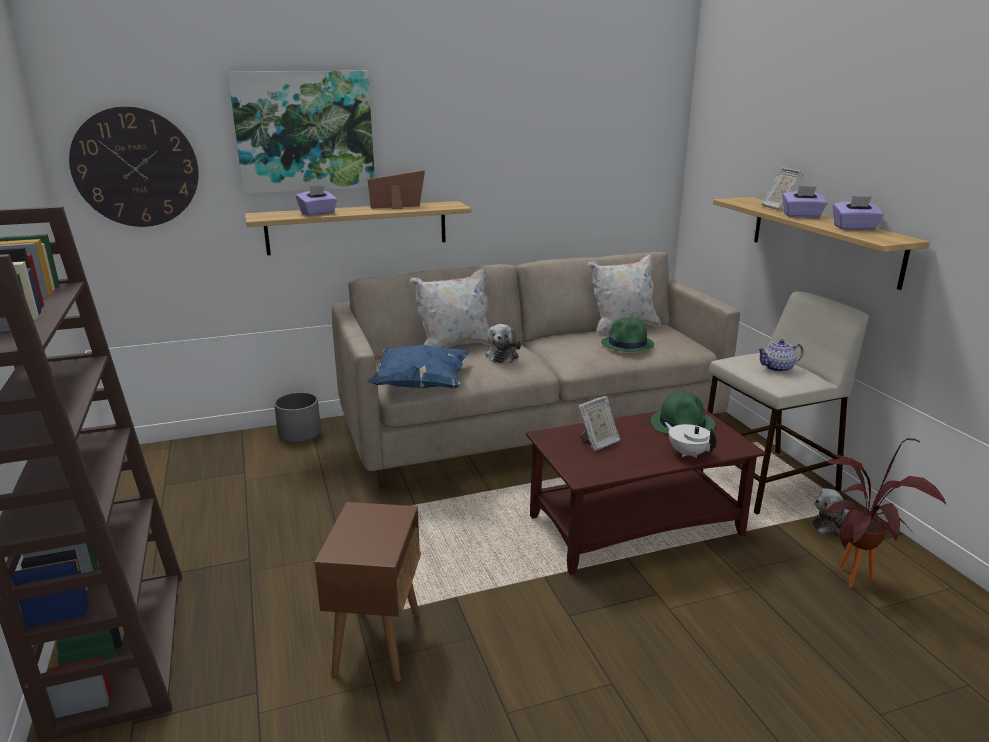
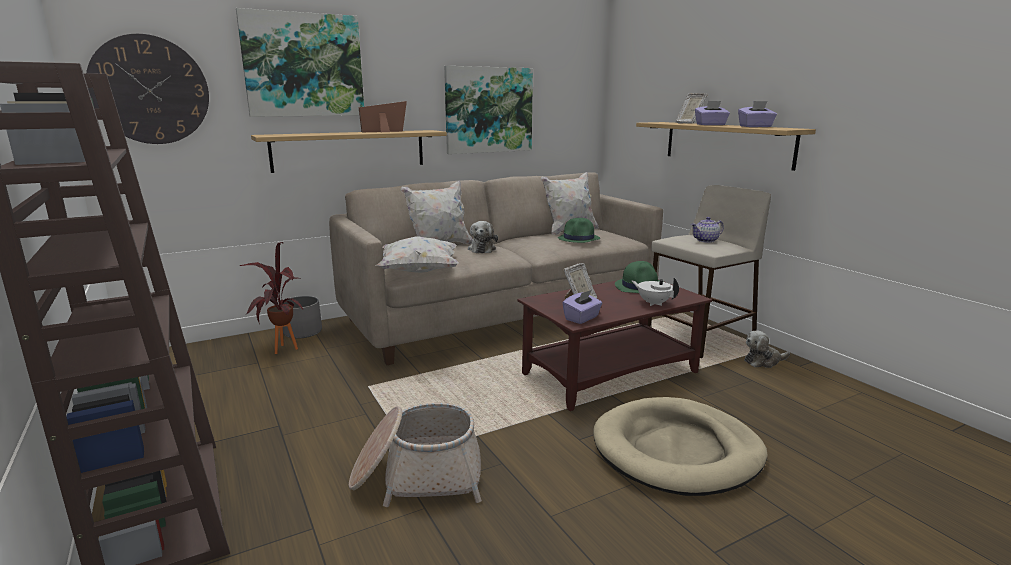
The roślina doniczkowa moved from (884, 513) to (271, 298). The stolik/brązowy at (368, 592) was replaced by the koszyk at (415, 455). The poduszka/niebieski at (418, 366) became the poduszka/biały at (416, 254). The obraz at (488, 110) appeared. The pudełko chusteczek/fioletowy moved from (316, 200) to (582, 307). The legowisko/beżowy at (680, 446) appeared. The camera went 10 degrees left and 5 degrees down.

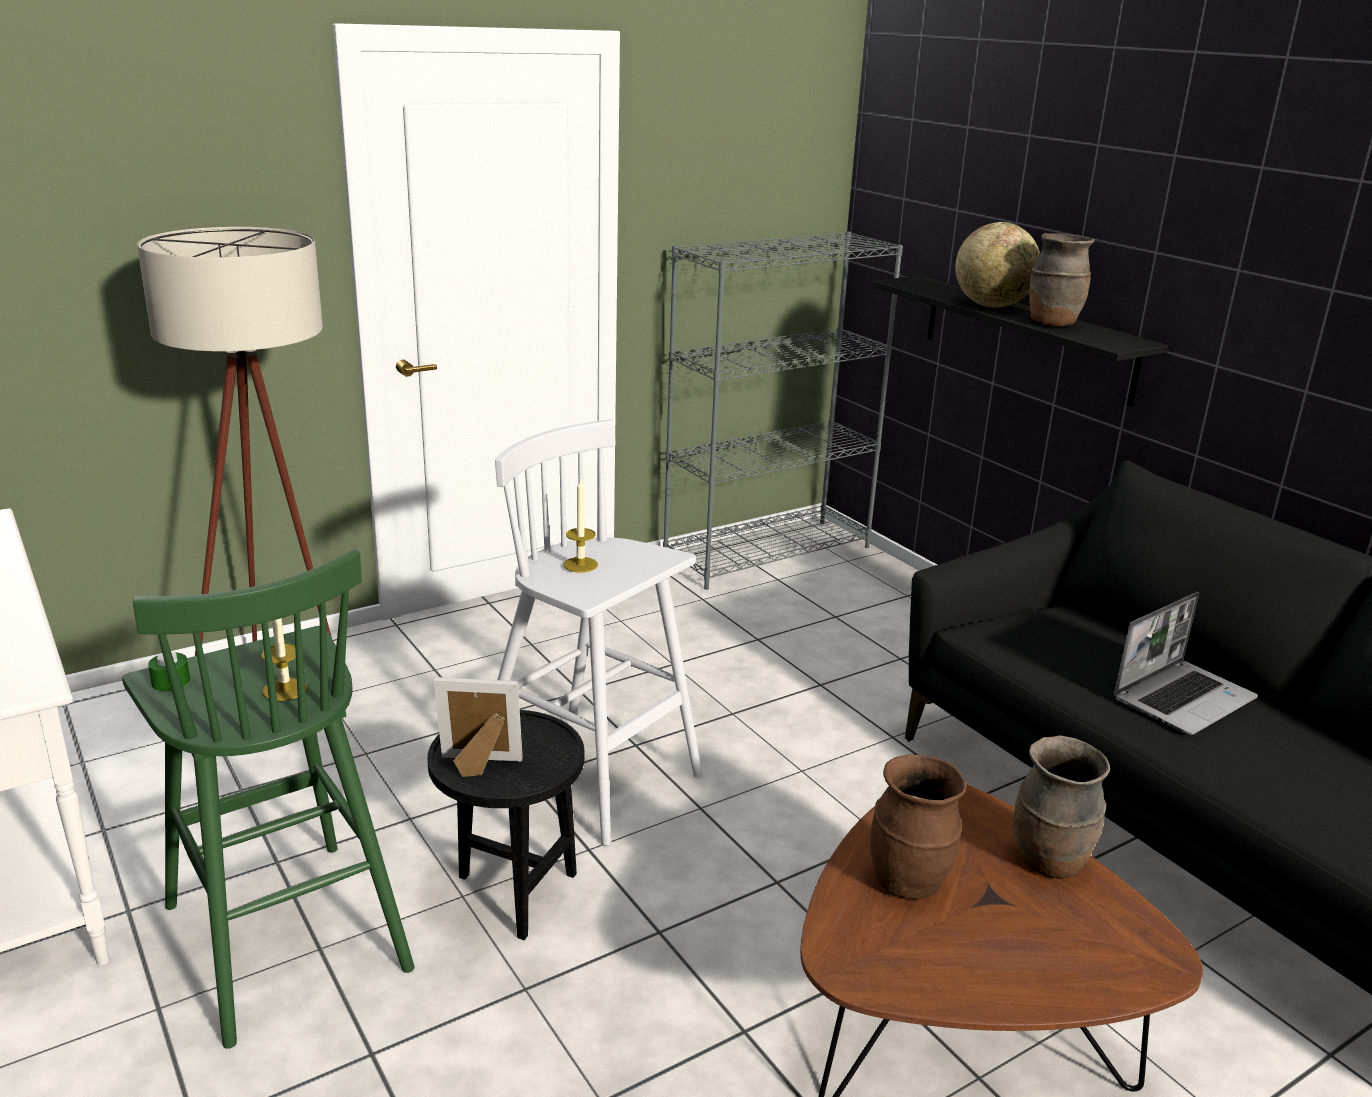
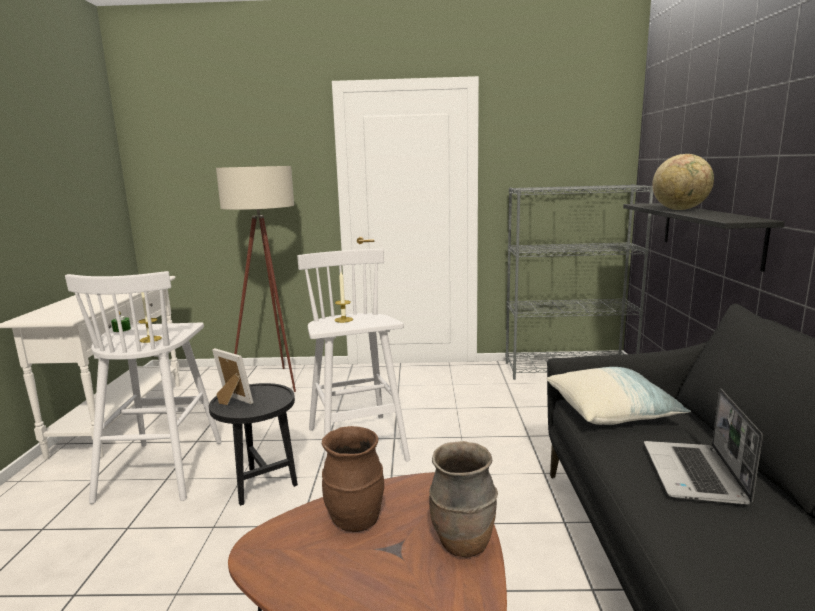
The stołek/zielony at (268, 799) became the stołek/biały at (143, 387). The poduszka at (619, 396) appeared. The laptop at (1186, 663) turned 105 degrees clockwise. The wazon/brązowy at (1061, 280) disappeared. The camera went 35 degrees right and 10 degrees down.

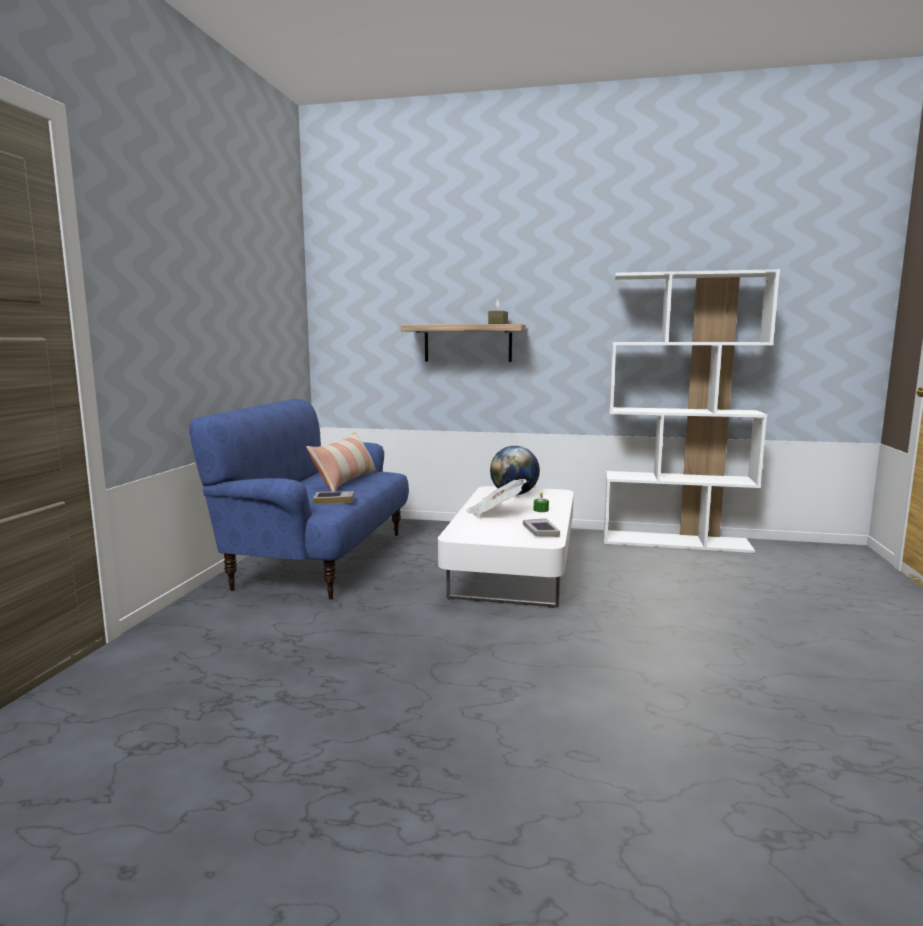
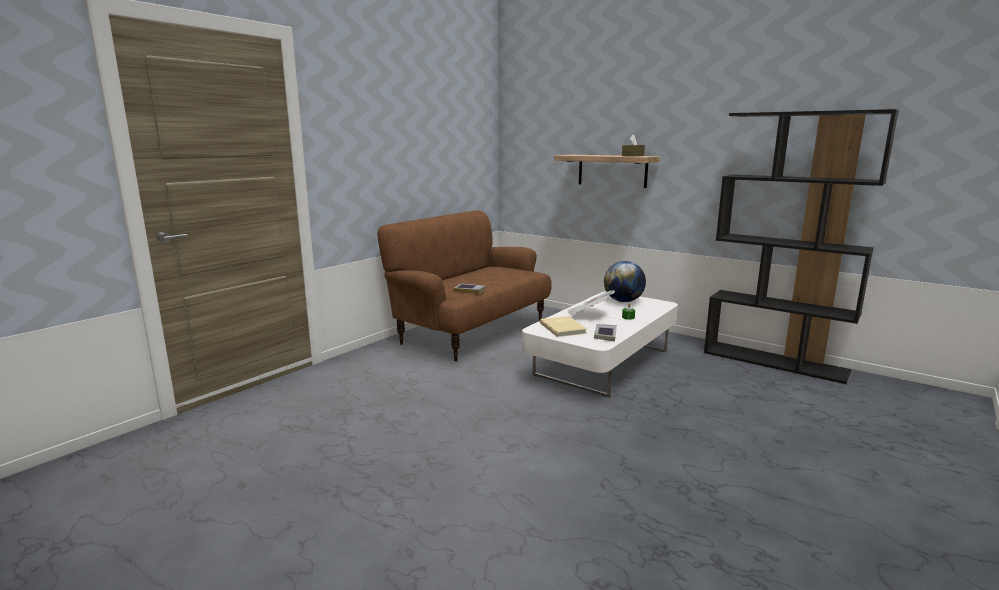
The kanapa/niebieski at (299, 499) became the kanapa/brązowy at (464, 285). The książka/beżowy at (563, 326) appeared. The regał/biały at (692, 411) became the regał/czarny at (801, 246). The poduszka at (341, 462) disappeared. The camera went 25 degrees right and 5 degrees up.

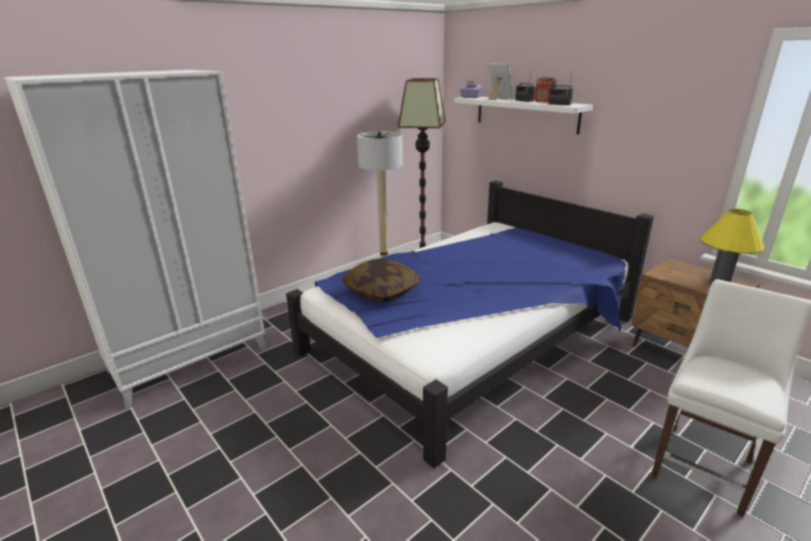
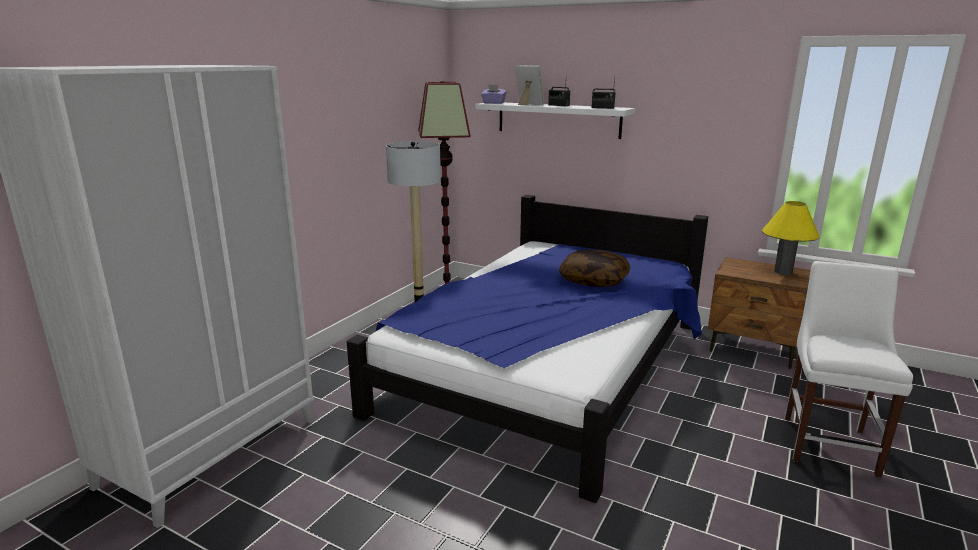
The poduszka moved from (381, 280) to (594, 268). The radio at (545, 89) disappeared. The camera went 20 degrees left and 5 degrees down.

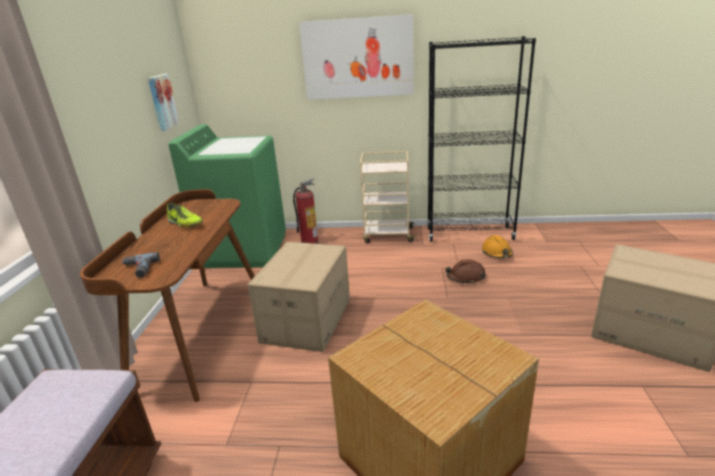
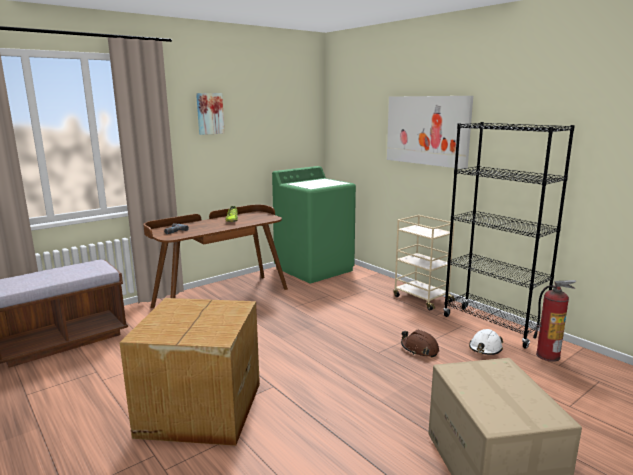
The obraz moved from (164, 102) to (210, 114). The kask/pomarańczowy at (497, 246) became the kask/biały at (486, 342). The gaśnica moved from (306, 211) to (554, 321). The karton at (299, 297) disappeared. The camera went 45 degrees right and 10 degrees down.

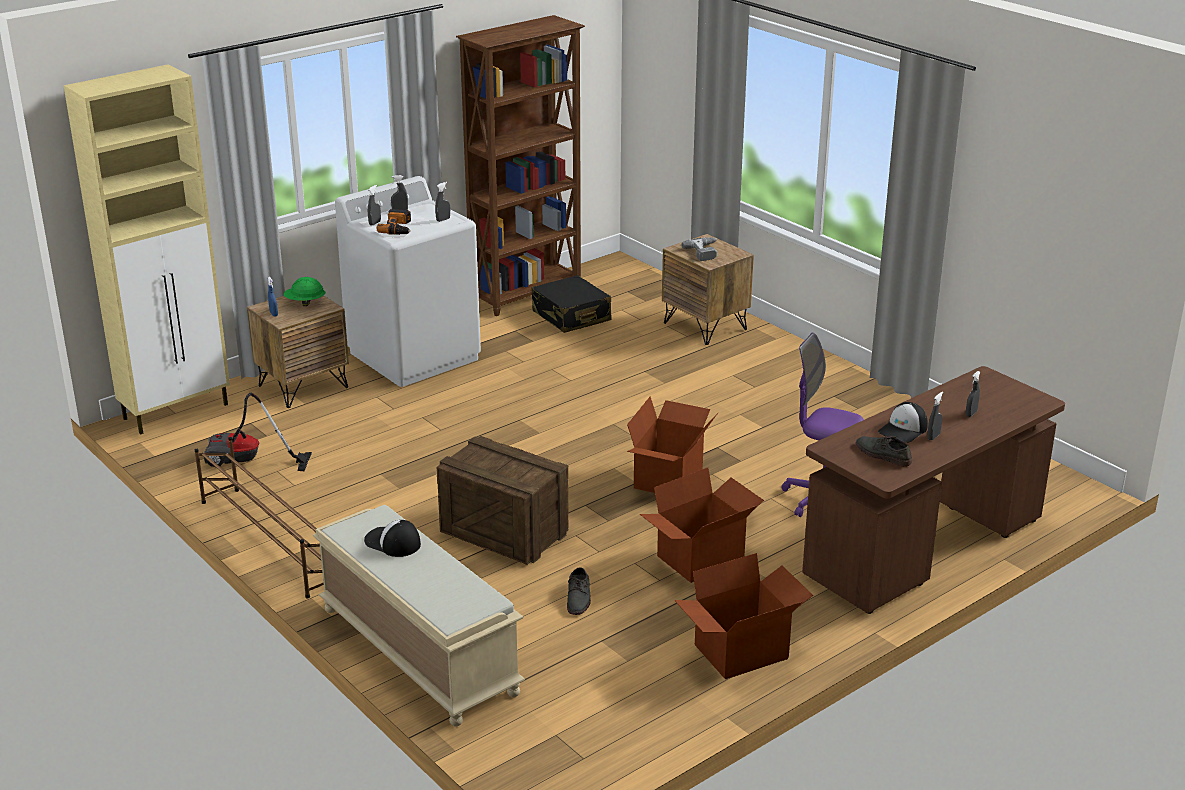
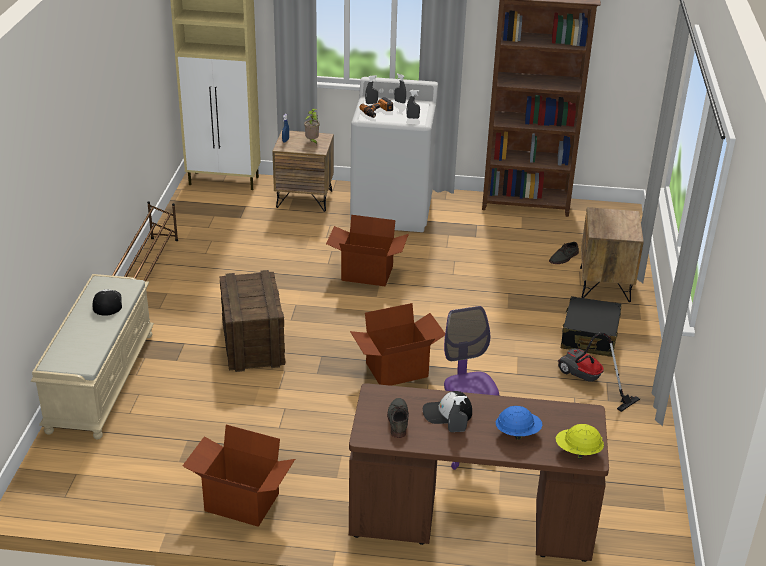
The kask/zielony at (304, 291) was replaced by the roślina doniczkowa at (311, 126). The karton moved from (702, 525) to (367, 250). The spryskiwacz/szary at (973, 394) was replaced by the kask/niebieski at (519, 423). The but/szary moved from (579, 591) to (564, 253). The kask/żółty at (580, 441) appeared. The odkurzacz moved from (258, 431) to (599, 372). The walizka/czarny moved from (571, 304) to (591, 326). The wiertarka at (699, 249) disappeared. The camera went 45 degrees right and 5 degrees up.

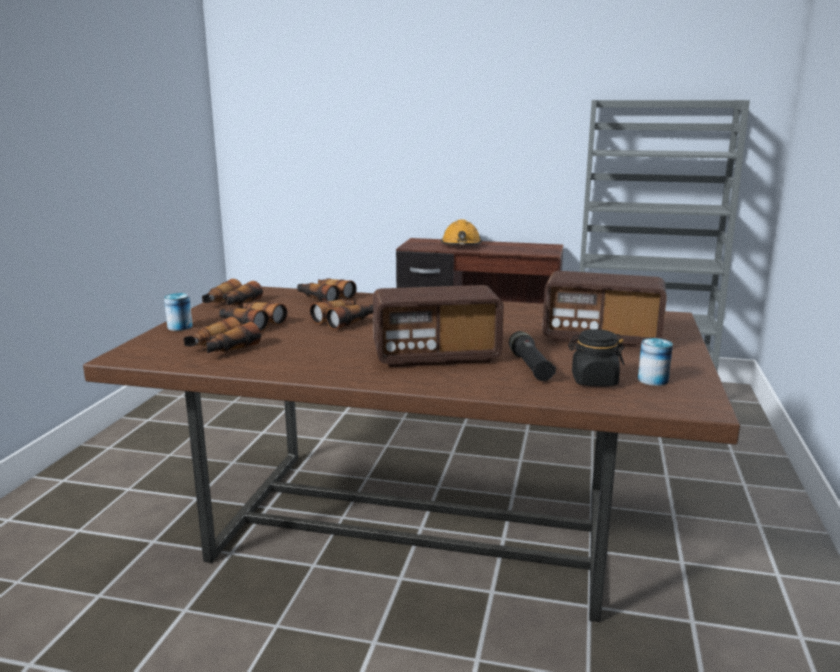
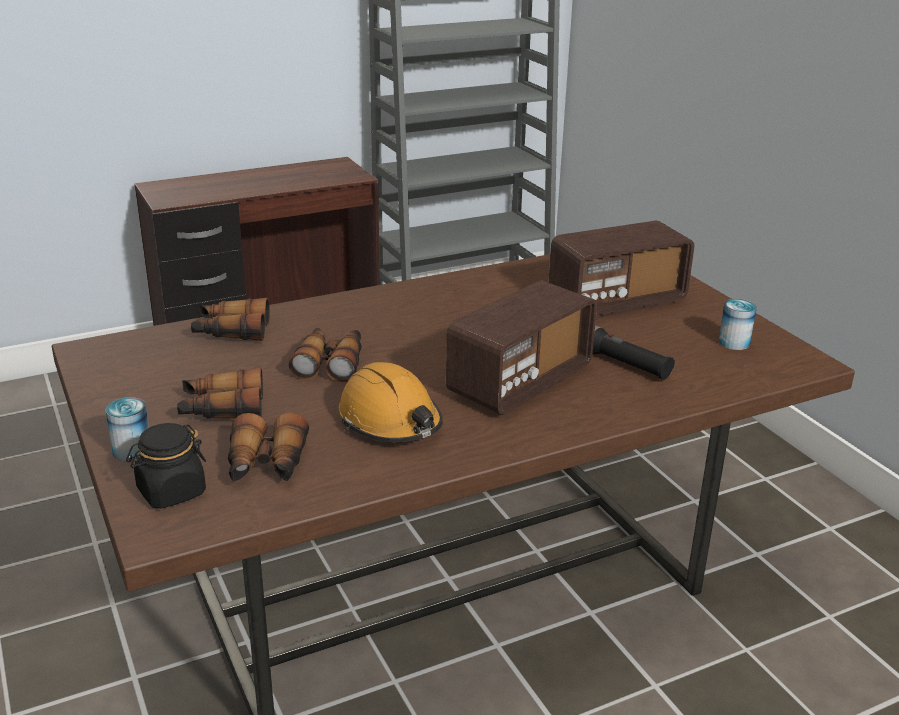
The słoik/czarny moved from (596, 358) to (166, 466). The kask/pomarańczowy moved from (461, 232) to (391, 402). The lornetka at (232, 292) disappeared. The camera went 40 degrees left and 10 degrees up.

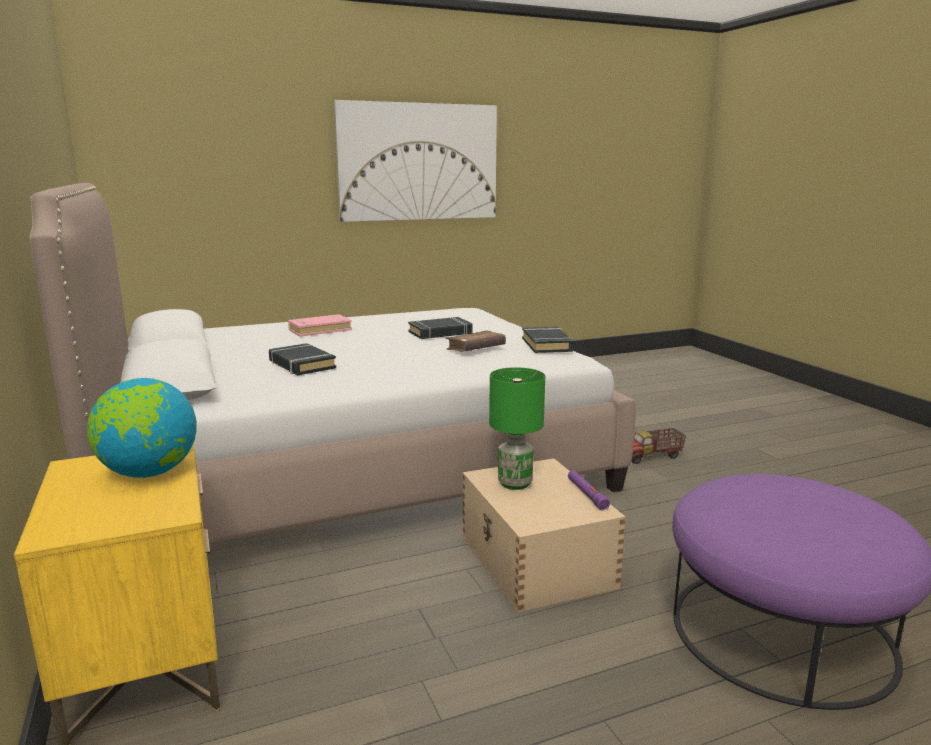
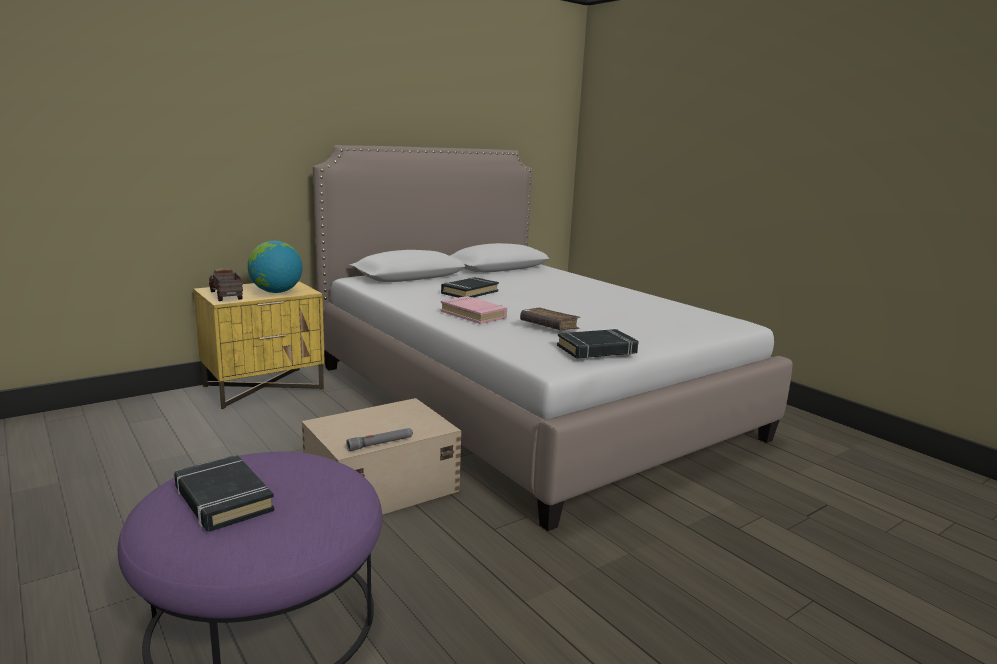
The książka/czarny moved from (440, 328) to (224, 493). The ciężarówka zabawkowa moved from (659, 446) to (226, 284). The latarka/fioletowy at (589, 490) became the latarka/szary at (379, 439). The książka/różowy moved from (320, 325) to (474, 310). The obraz at (415, 161) disappeared. The lampa stołowa/zielony at (517, 428) disappeared. The camera went 75 degrees right and 0 degrees up.

